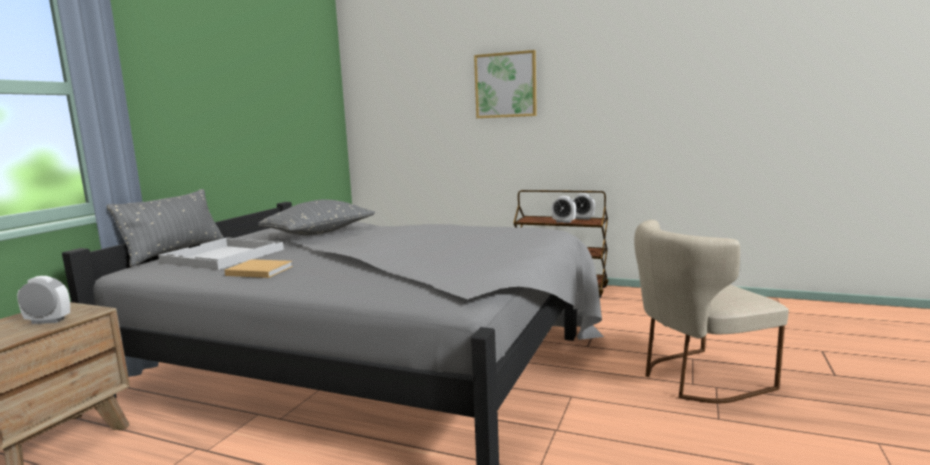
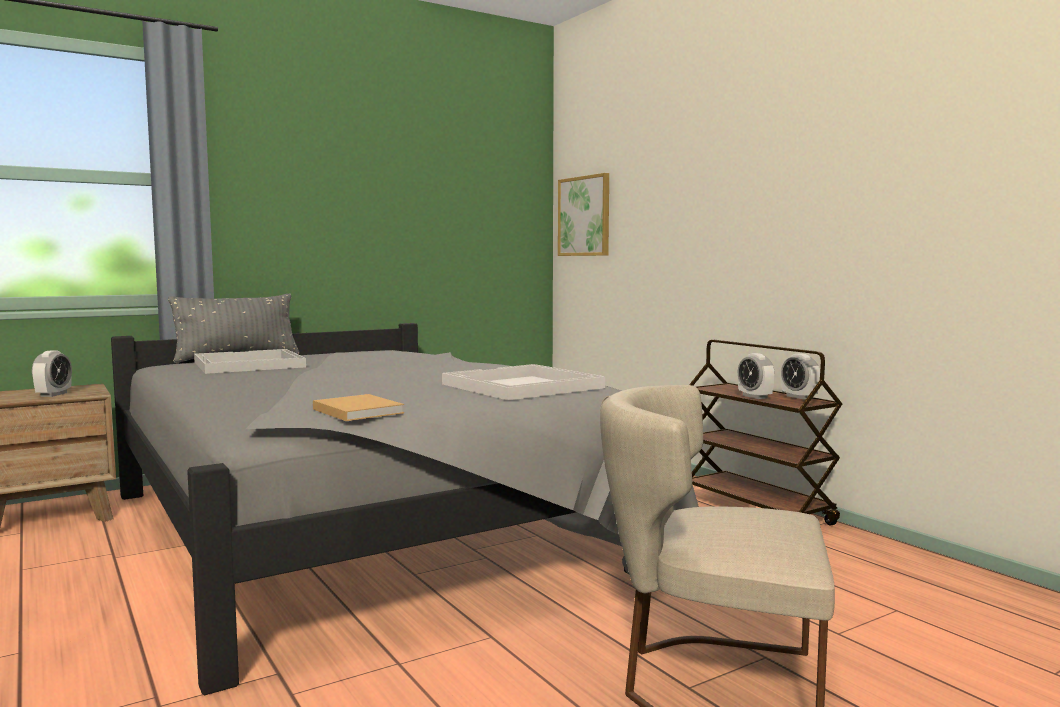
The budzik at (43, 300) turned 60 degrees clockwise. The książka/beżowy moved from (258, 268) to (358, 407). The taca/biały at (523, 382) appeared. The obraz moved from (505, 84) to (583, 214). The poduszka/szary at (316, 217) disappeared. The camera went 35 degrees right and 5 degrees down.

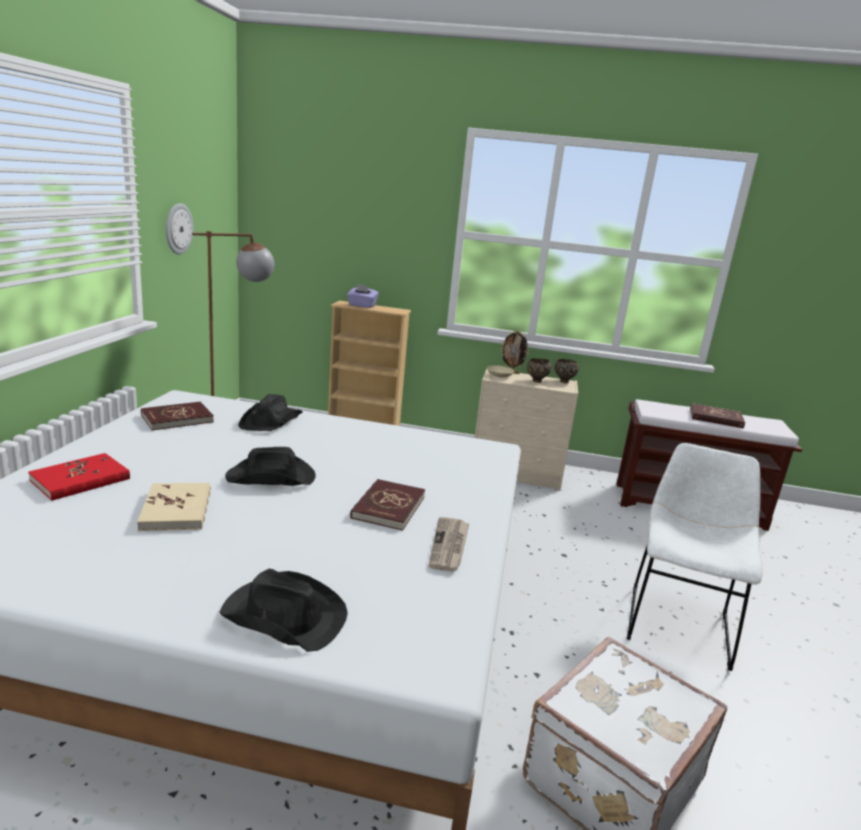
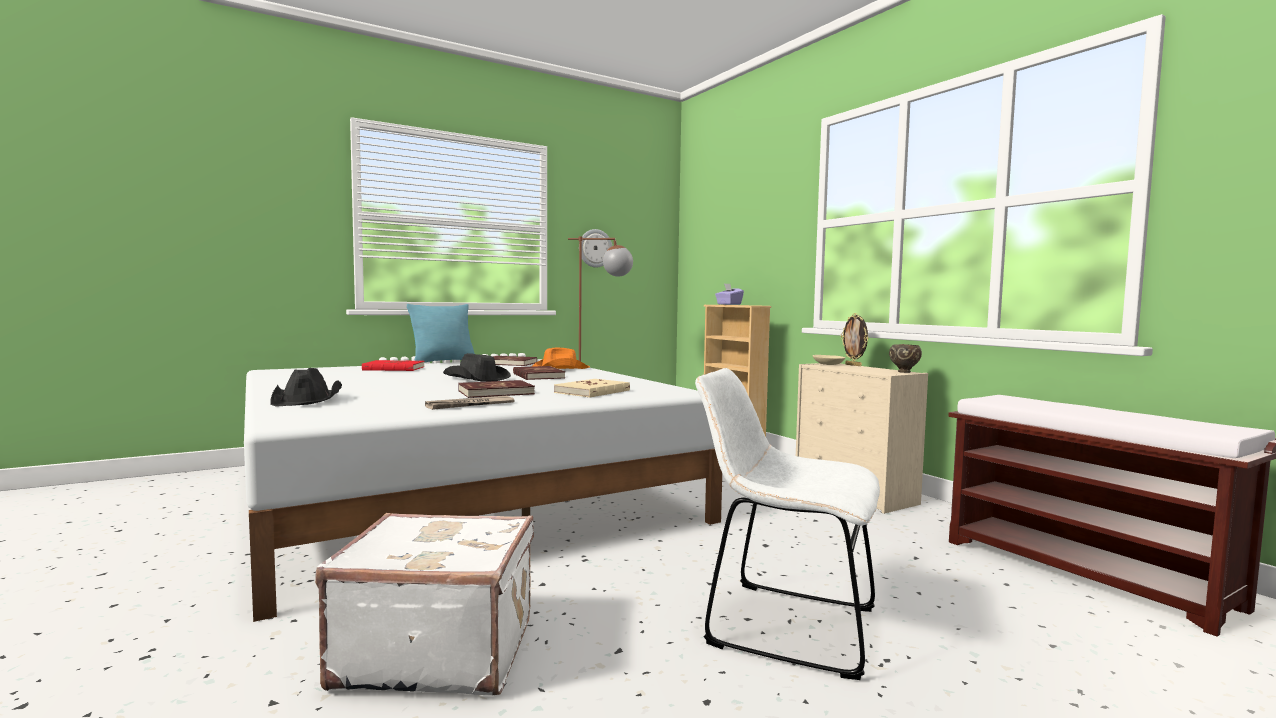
The poduszka/turkusowy at (441, 333) appeared. The książka/czerwony moved from (717, 415) to (539, 373). The kapelusz/czarny at (270, 412) became the kapelusz/pomarańczowy at (560, 358). The książka/beżowy moved from (173, 507) to (592, 388). The krzesło/biały at (695, 557) turned 135 degrees counterclockwise. The miska/brązowy at (539, 371) disappeared. The camera went 50 degrees right and 15 degrees down.

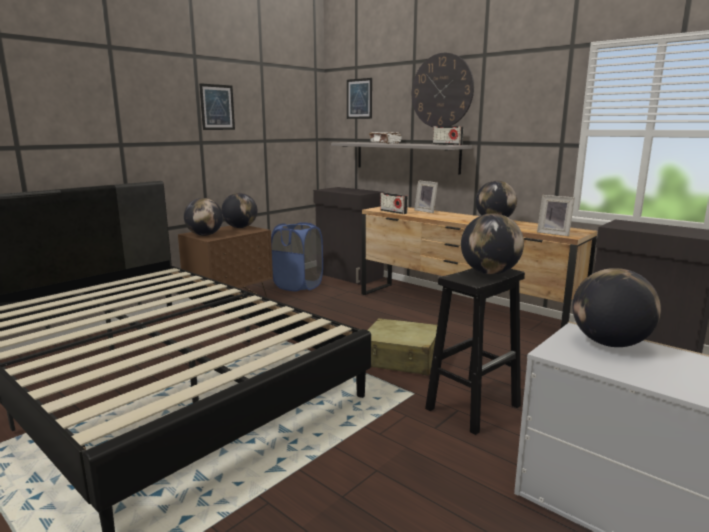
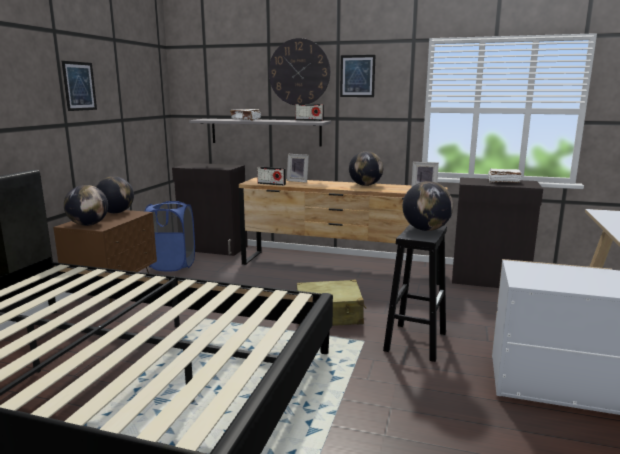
The obraz moved from (359, 98) to (357, 76). The książka/biały at (504, 176) appeared. The globus at (616, 307) disappeared. The camera went 25 degrees left and 0 degrees up.

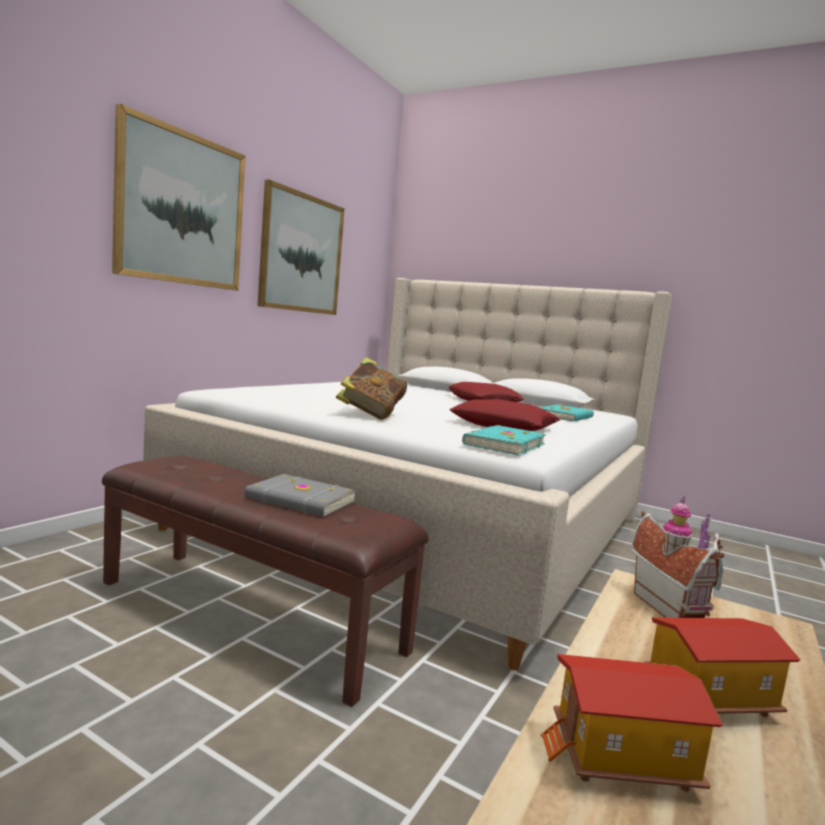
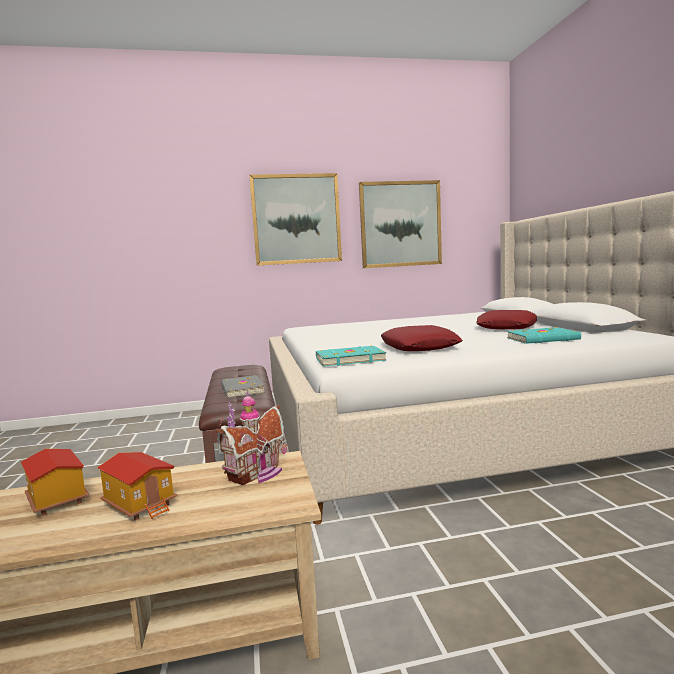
The książka at (371, 388) disappeared. The camera went 50 degrees right and 0 degrees up.

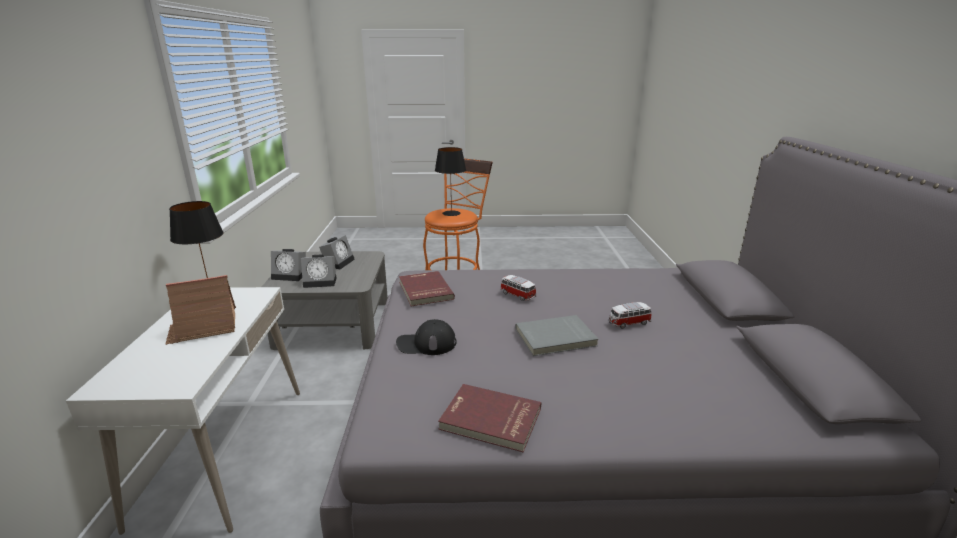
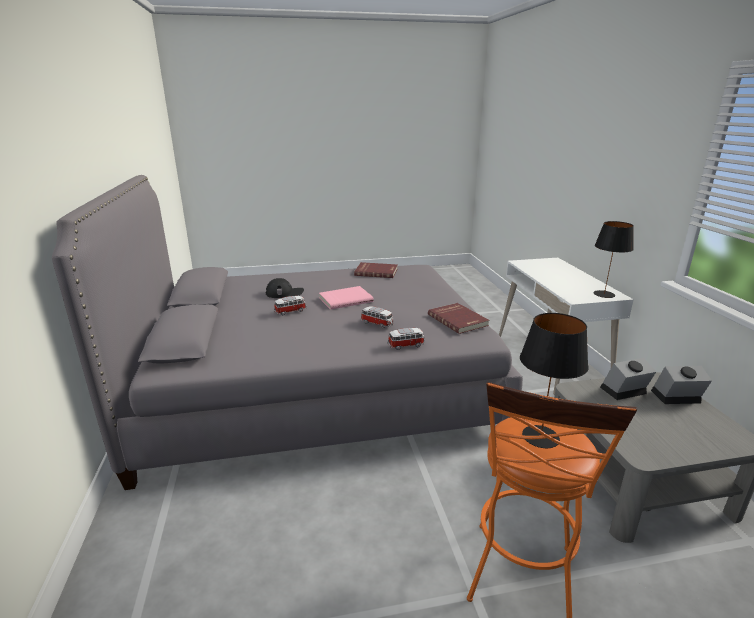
The czapka z daszkiem/czarny moved from (426, 337) to (285, 288). The książka/szary at (556, 335) became the książka/różowy at (346, 298). The samochodzik at (406, 339) appeared. The domek at (200, 310) disappeared. The budzik at (337, 252) disappeared. The camera went 170 degrees right and 0 degrees up.

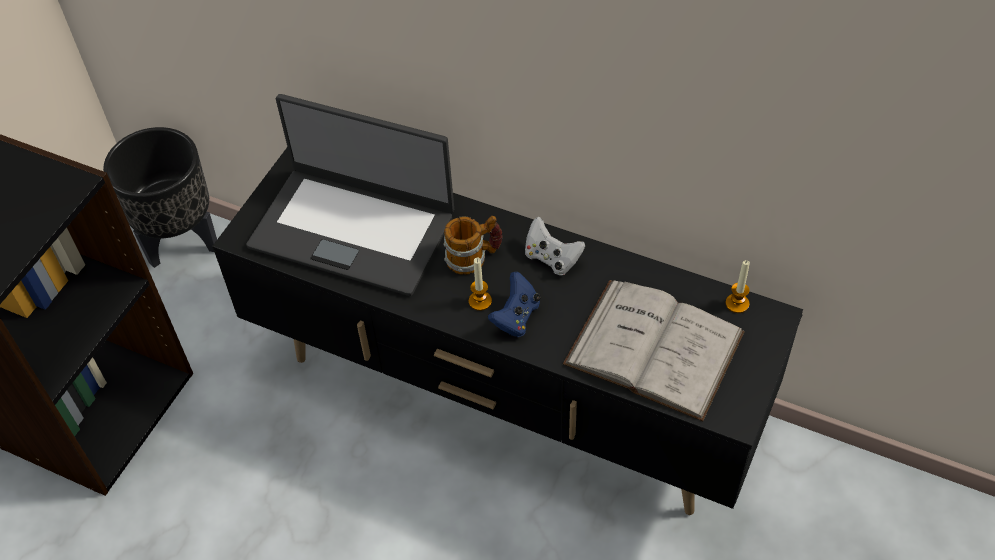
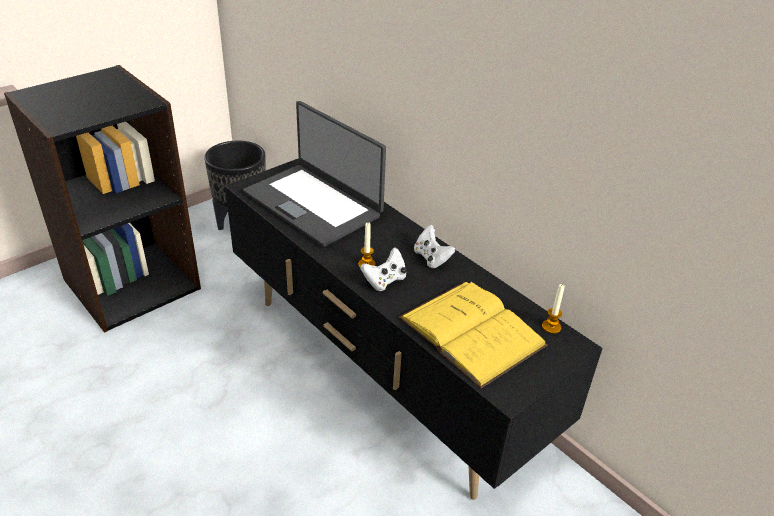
The pad do gier/niebieski at (514, 304) became the pad do gier/biały at (383, 269). The książka/biały at (654, 350) became the książka/żółty at (473, 335). The kubek at (473, 245) disappeared. The camera went 20 degrees right and 15 degrees down.

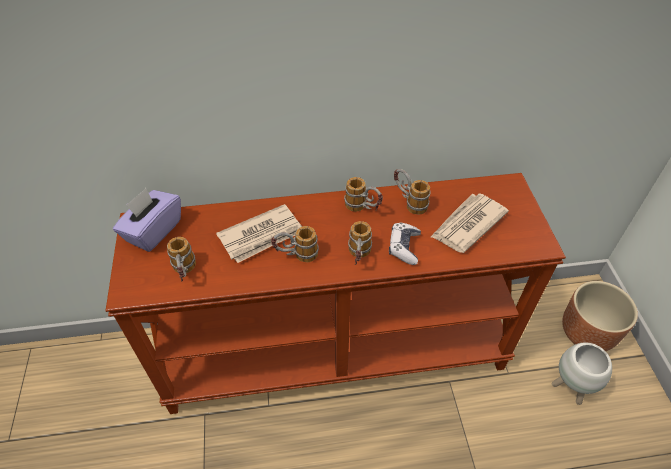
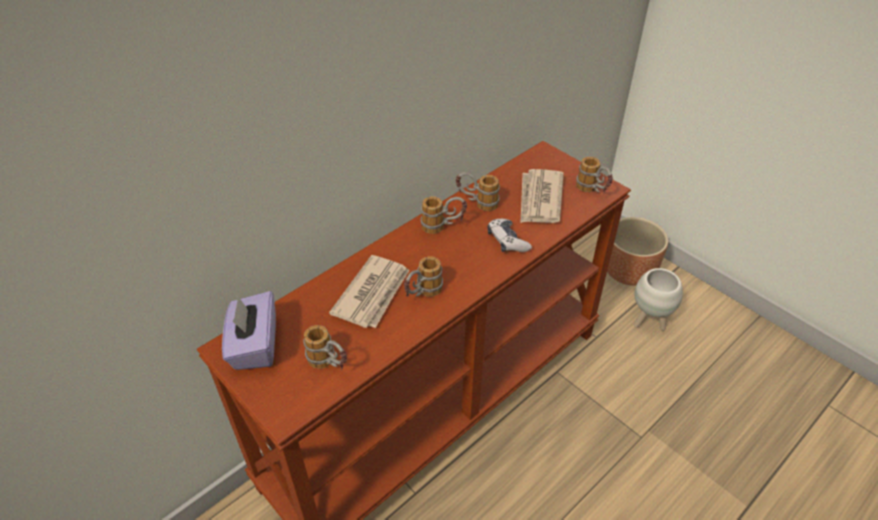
The kubek moved from (360, 243) to (594, 175). The camera went 35 degrees left and 5 degrees down.

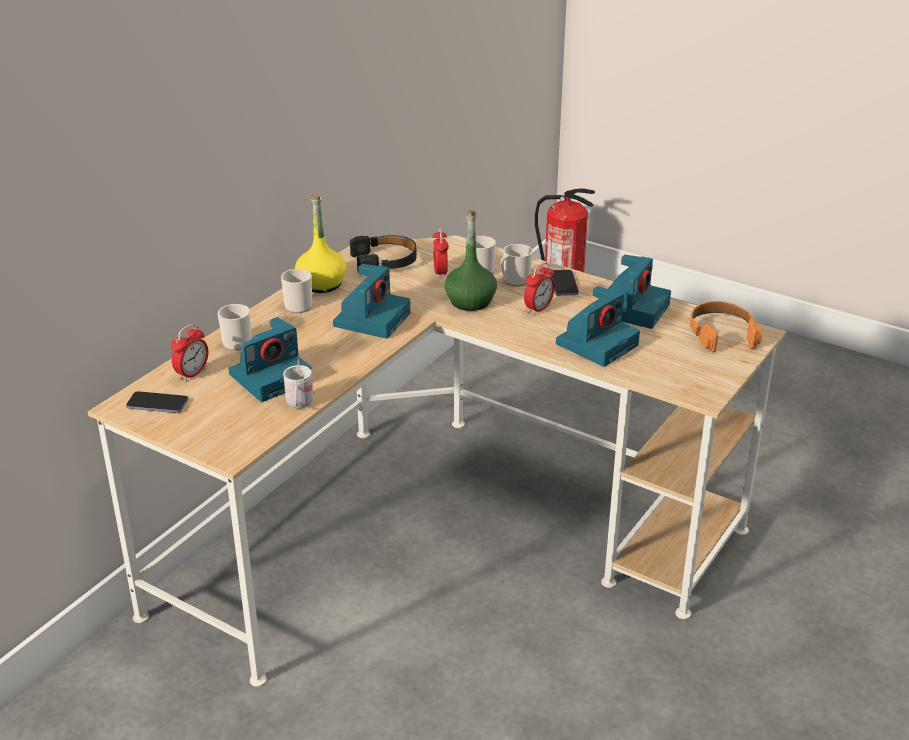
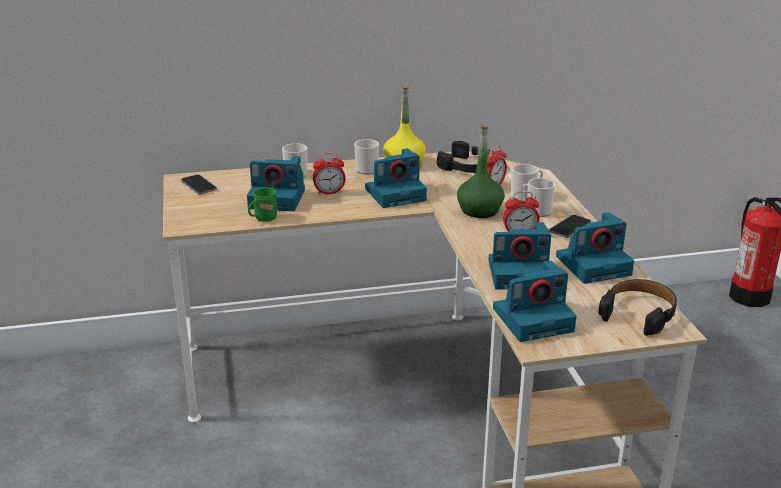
The kubek/biały at (298, 382) became the kubek/zielony at (262, 201). The budzik moved from (189, 352) to (329, 173). The aparat fotograficzny at (535, 301) appeared. The słuchawki/pomarańczowy at (726, 326) became the słuchawki/czarny at (637, 307). The camera went 45 degrees right and 5 degrees down.

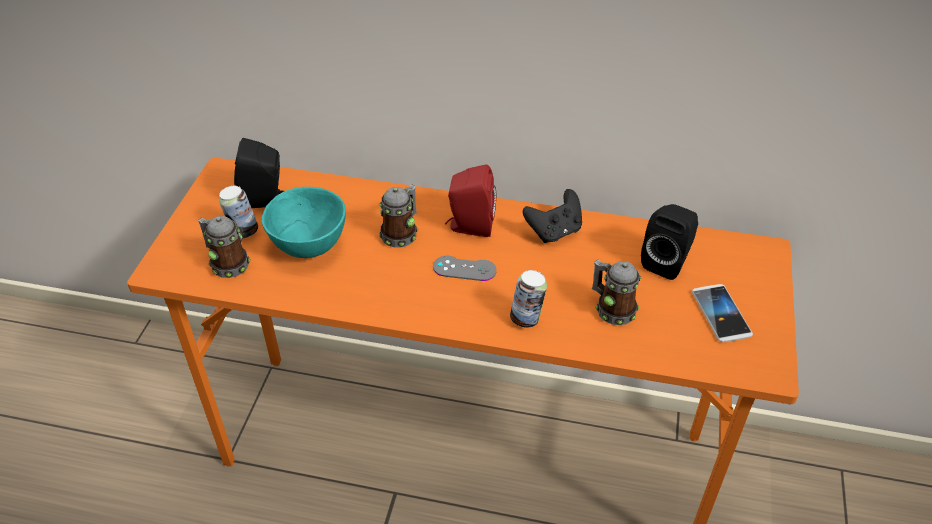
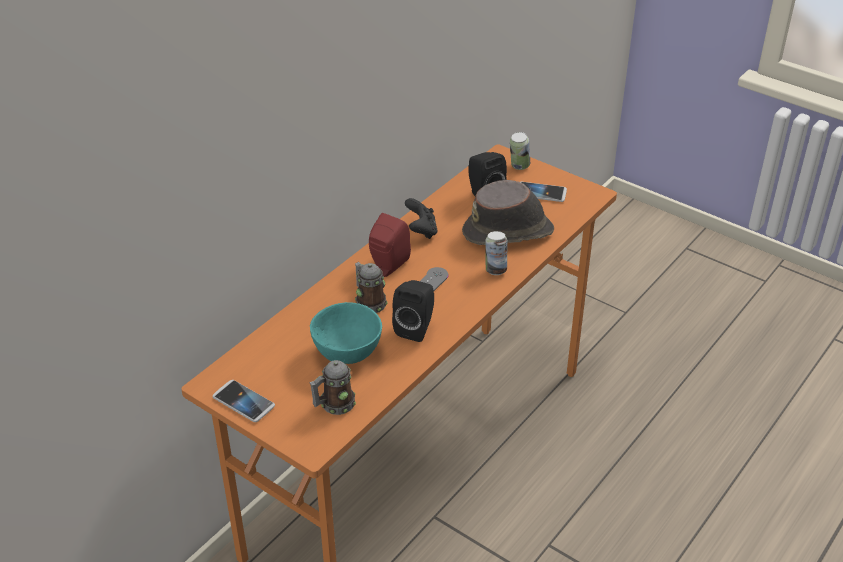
The telefon at (244, 401) appeared. The głośnik/czarny moved from (259, 173) to (413, 311). The kubek at (616, 292) was replaced by the kapelusz/brązowy at (508, 212). The puszka moved from (238, 212) to (520, 151). The camera went 65 degrees left and 5 degrees down.

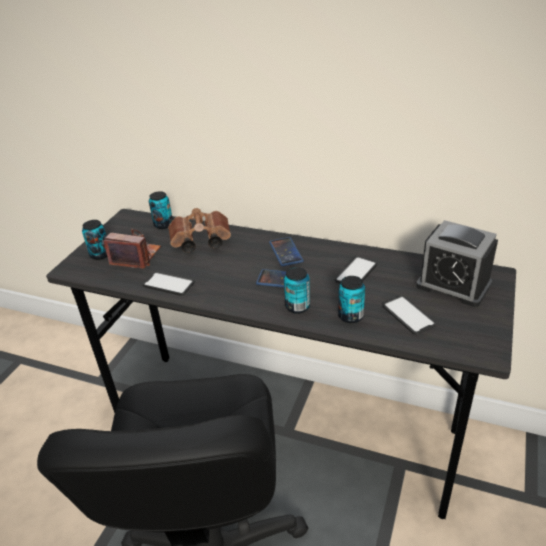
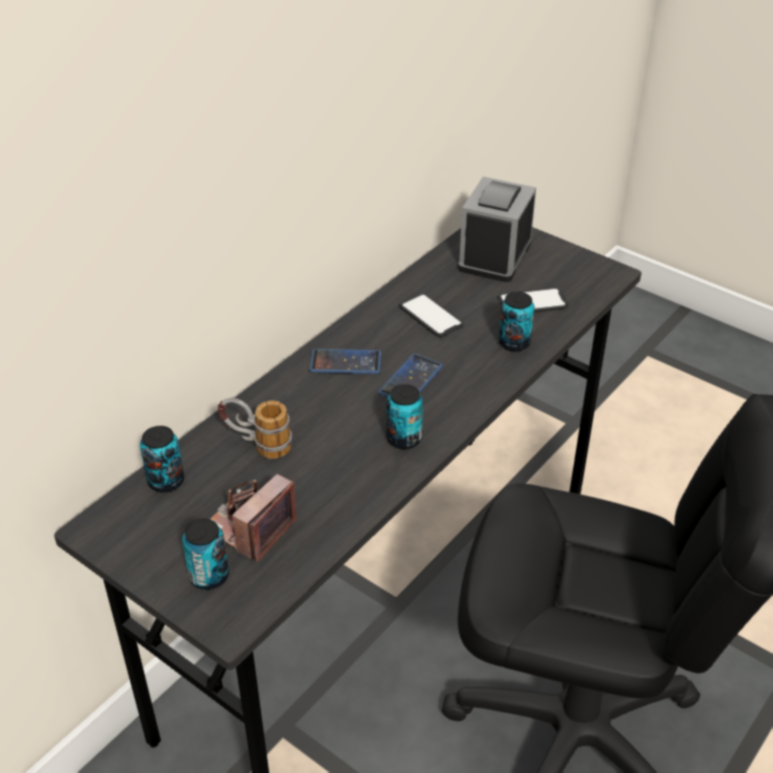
The lornetka/brązowy at (199, 230) was replaced by the kubek at (255, 428). The puszka moved from (297, 290) to (405, 416). The budzik at (457, 263) turned 150 degrees clockwise. The telefon at (169, 284) disappeared. The camera went 75 degrees left and 5 degrees up.

